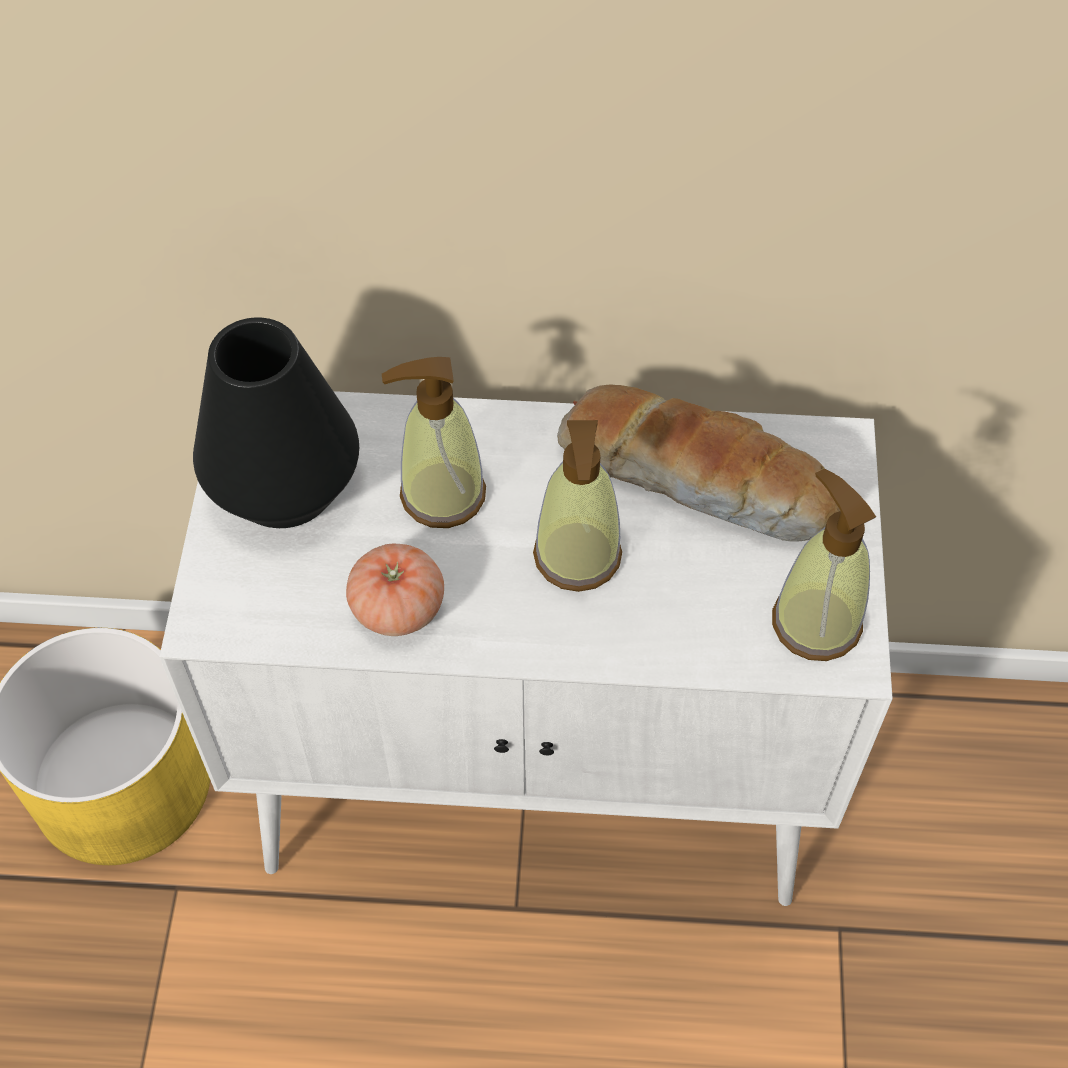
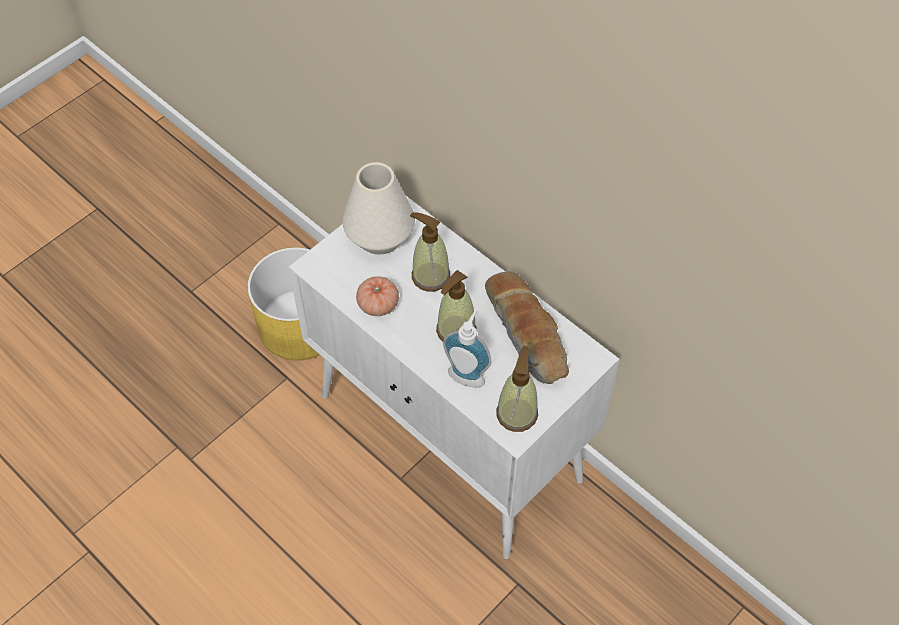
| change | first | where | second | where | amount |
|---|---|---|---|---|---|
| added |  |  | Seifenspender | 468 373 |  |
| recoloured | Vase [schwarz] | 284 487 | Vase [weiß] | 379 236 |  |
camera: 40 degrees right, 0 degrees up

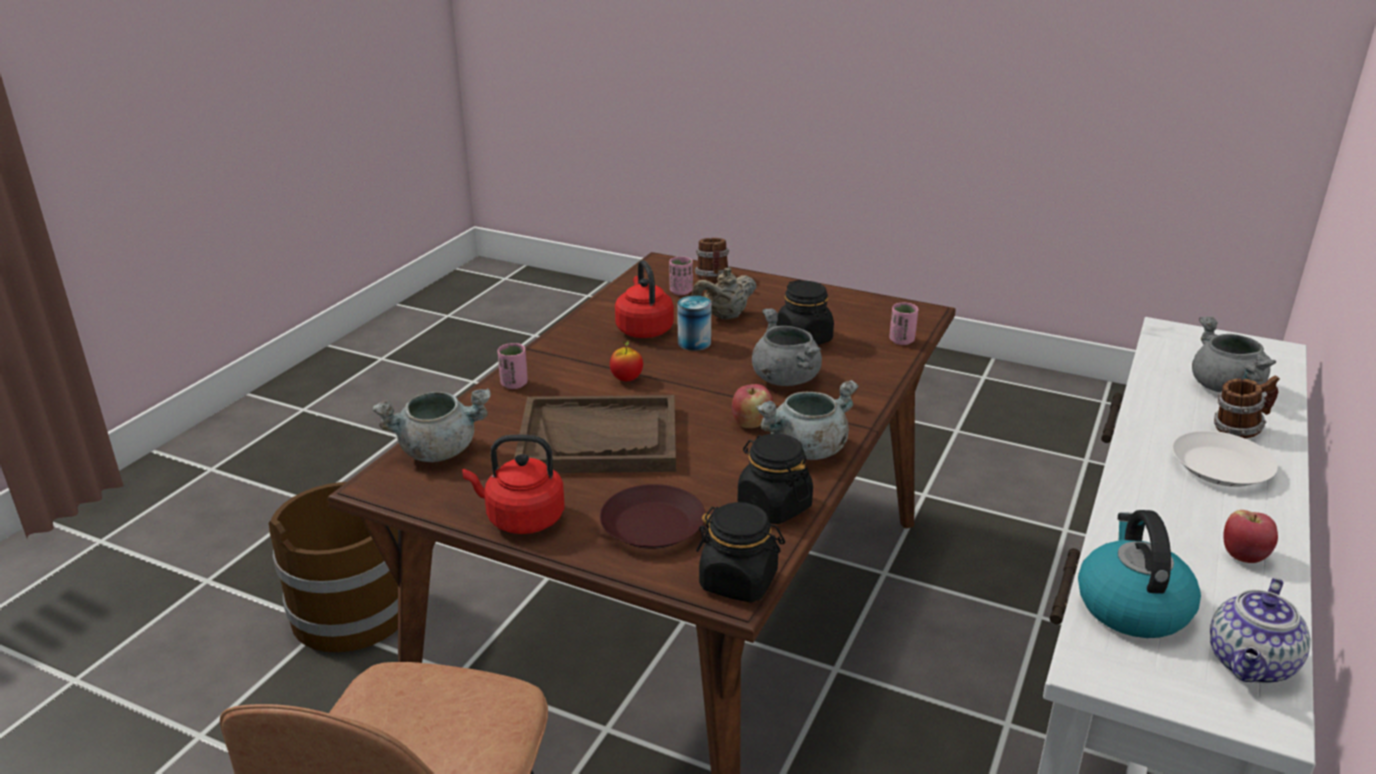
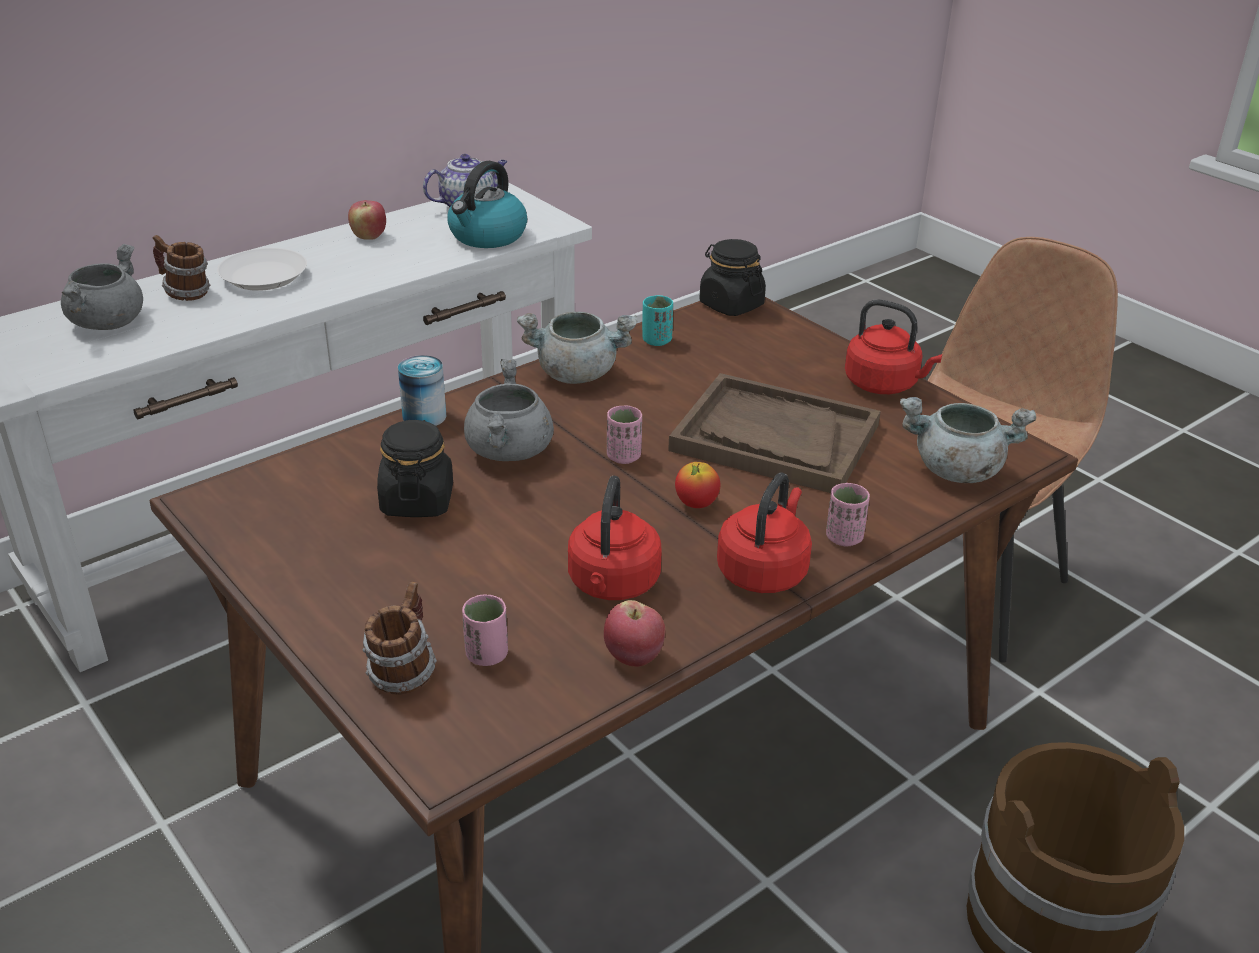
| change | first | where | second | where | amount |
|---|---|---|---|---|---|
| removed | Teller [braun] | 653 525 |  |  |  |
| removed | Teekanne [beige] | 724 316 |  |  |  |
| added |  |  | Wasserkessel [rot] | 764 571 |  |
| moved | Dose | 694 343 |  | 424 416 |  |
| moved | Apfel | 751 423 |  | 634 657 |  |
| moved | Tasse [rosa] | 901 340 |  | 623 456 |  |
| replaced | Vorratsglas [schwarz] | 773 506 | Tasse [türkis] | 656 340 |  |
camera: 155 degrees left, 5 degrees up

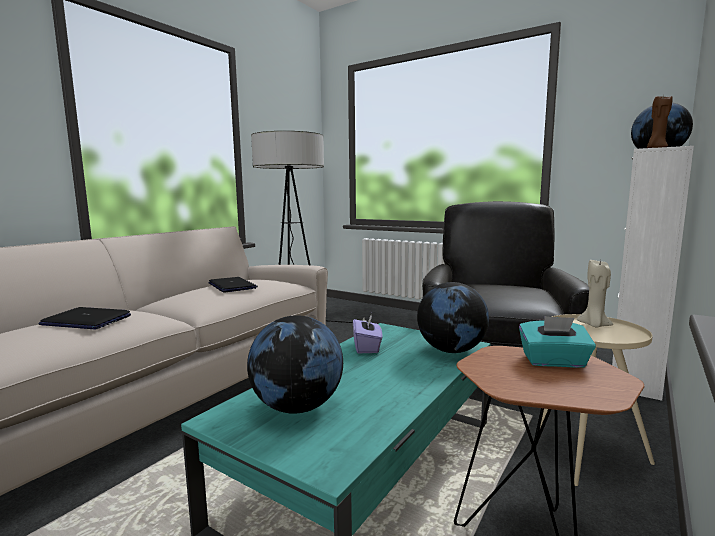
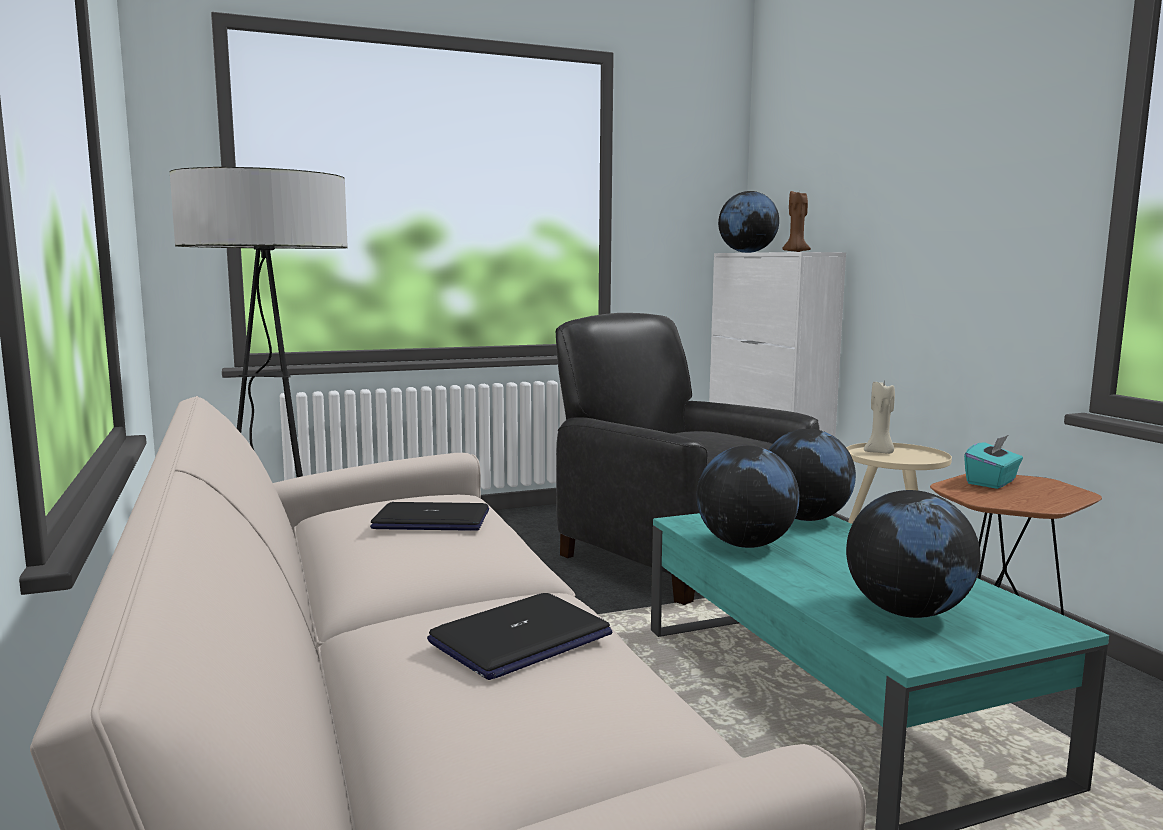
| change | first | where | second | where | amount |
|---|---|---|---|---|---|
| replaced | Taschentuchbox [lila] | 367 347 | Globus | 745 544 |  |
camera: 55 degrees left, 0 degrees up

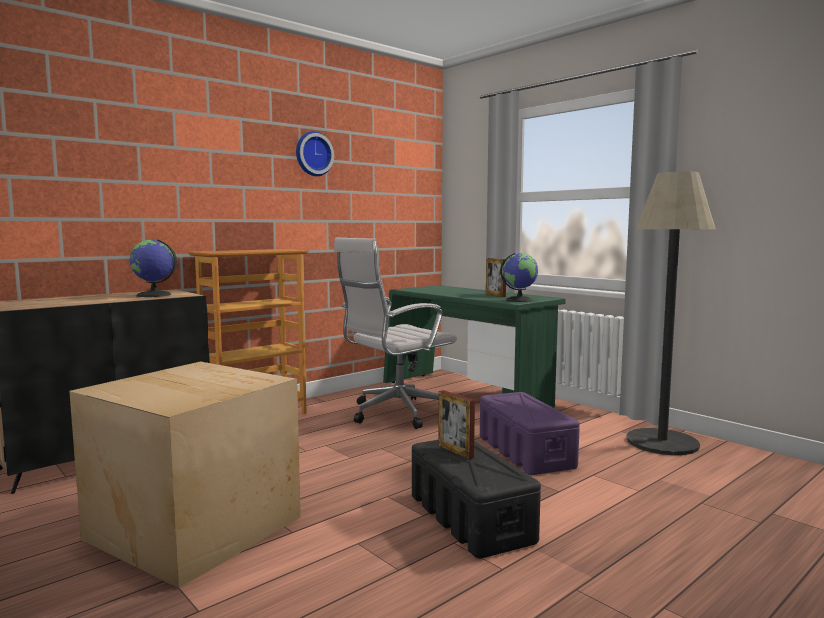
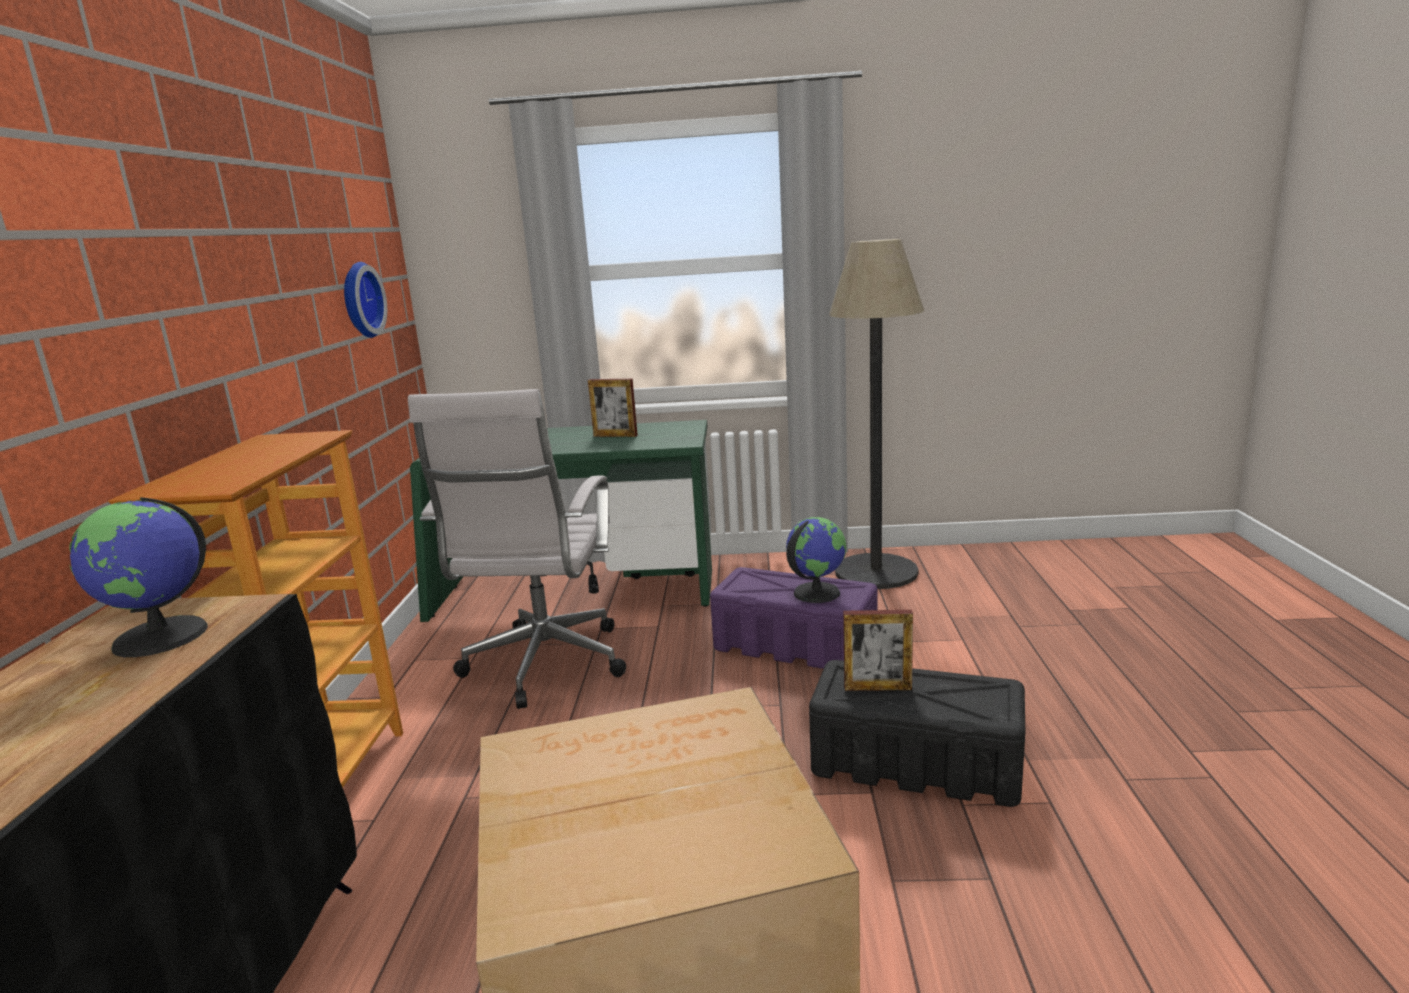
| change | first | where | second | where | amount |
|---|---|---|---|---|---|
| moved | Wanduhr | 313 154 |  | 359 300 |  |
| moved | Globus | 519 300 |  | 816 592 |  |
camera: 45 degrees left, 10 degrees up

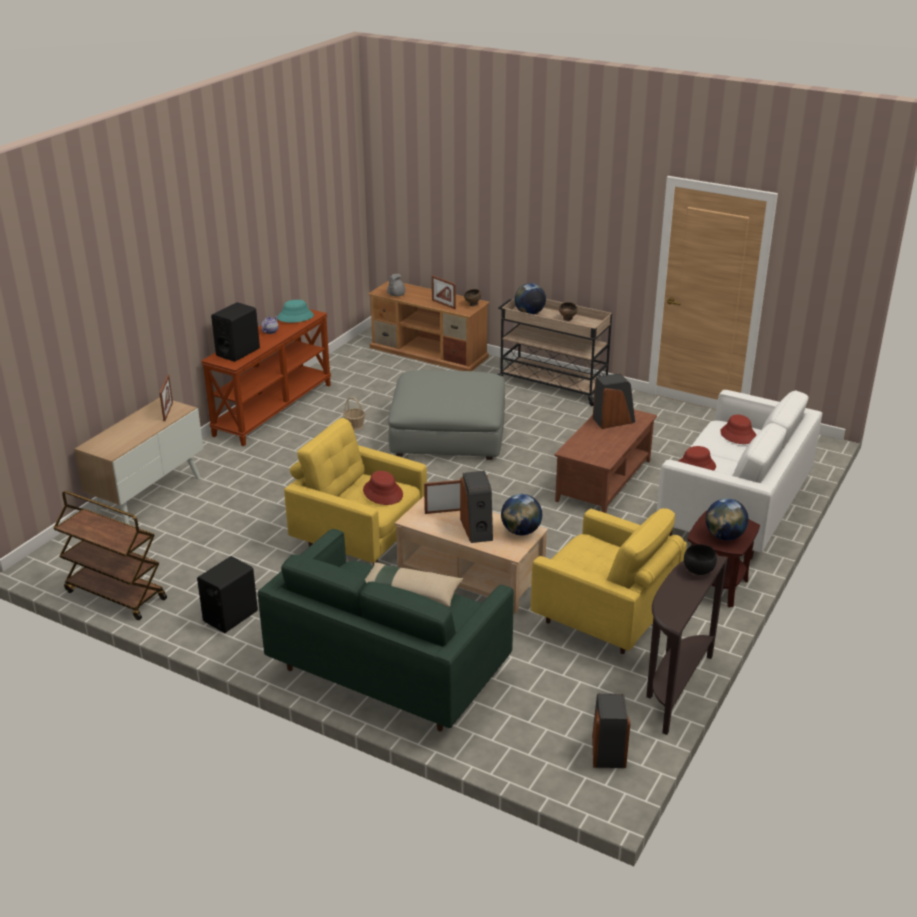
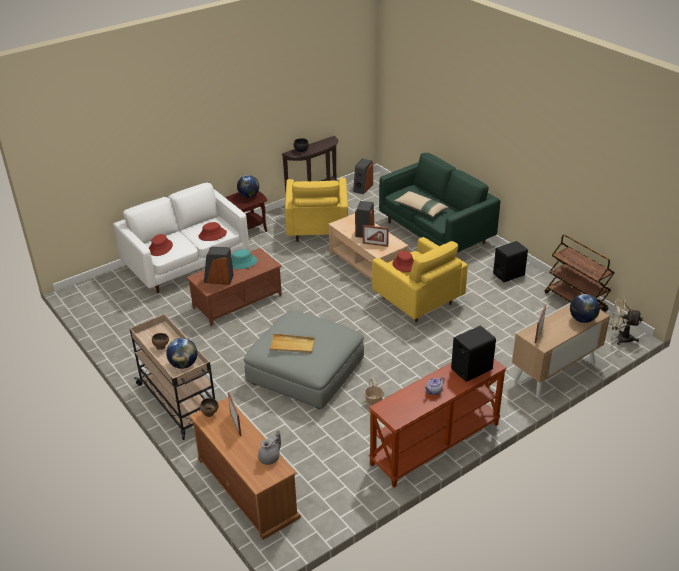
| change | first | where | second | where | amount |
|---|---|---|---|---|---|
| added |  |  | Tablett [beige] | 292 345 |  |
| added |  |  | Ventilator [beige] | 620 338 |  |
| moved | Hut [türkis] | 295 317 |  | 242 262 |  |
| moved | Globus | 521 531 |  | 582 319 |  |
| turned | Sessel [gelb] | 605 618 |  | 317 229 | 150 degrees counterclockwise |
camera: 155 degrees left, 5 degrees up

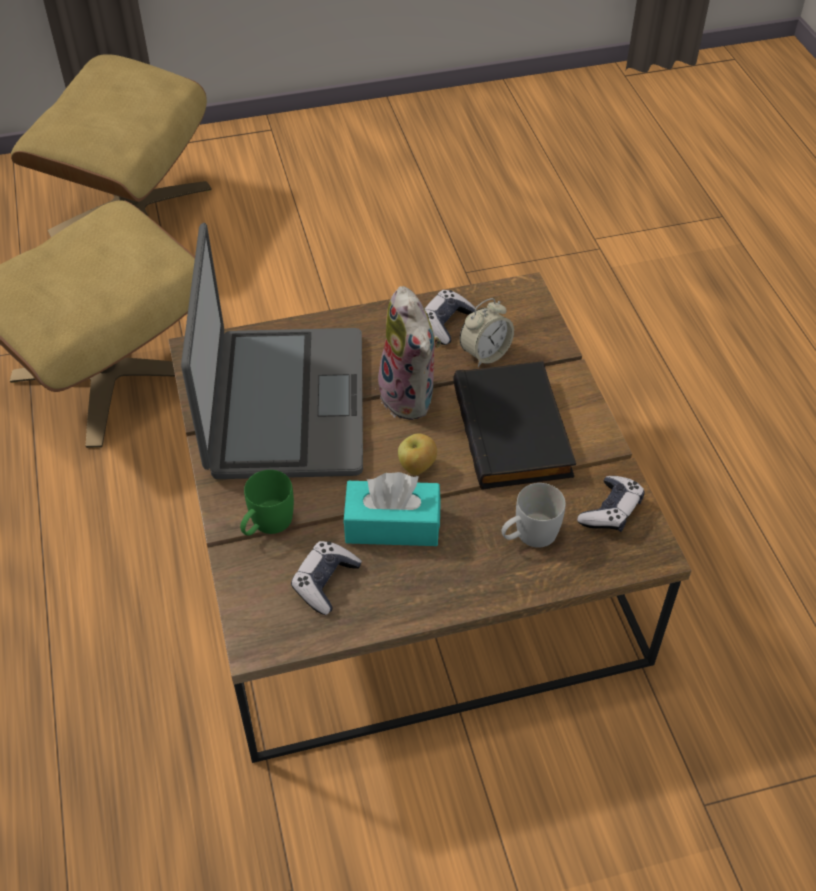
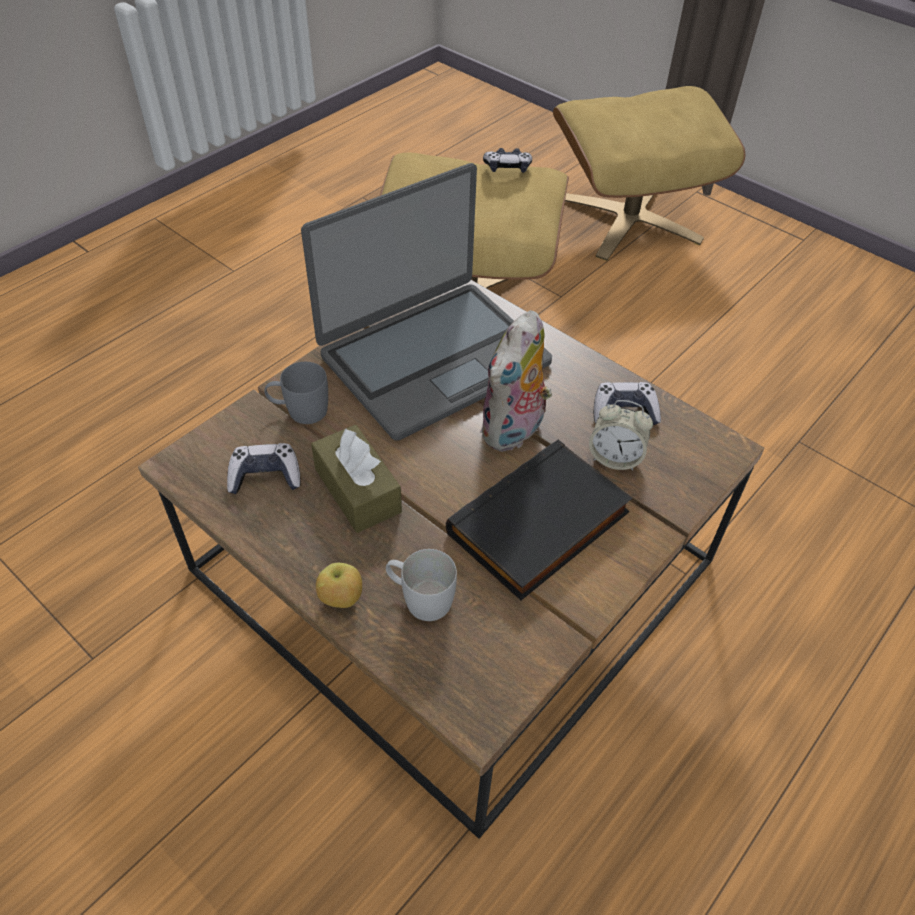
| change | first | where | second | where | amount |
|---|---|---|---|---|---|
| moved | Apfel | 417 467 |  | 341 599 |  |
| moved | Gamepad | 611 511 |  | 507 168 |  |
| recoloured | Henkelbecher [grün] | 266 525 | Henkelbecher [grau] | 299 411 |  |
| recoloured | Taschentuchbox [türkis] | 392 525 | Taschentuchbox [braun] | 357 490 |  |
camera: 55 degrees right, 0 degrees up

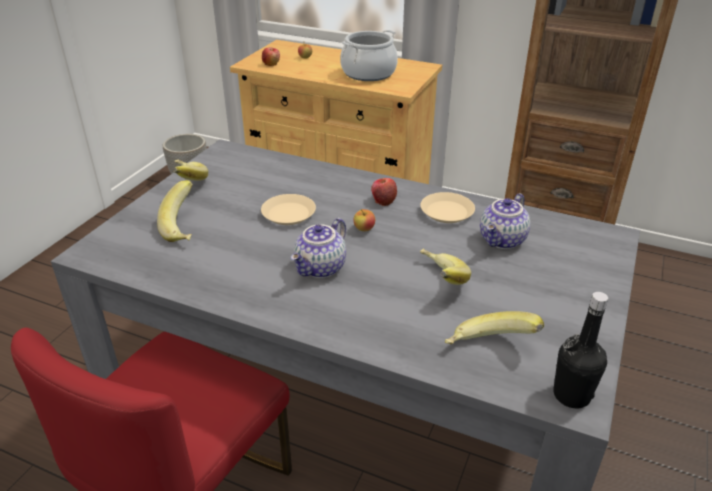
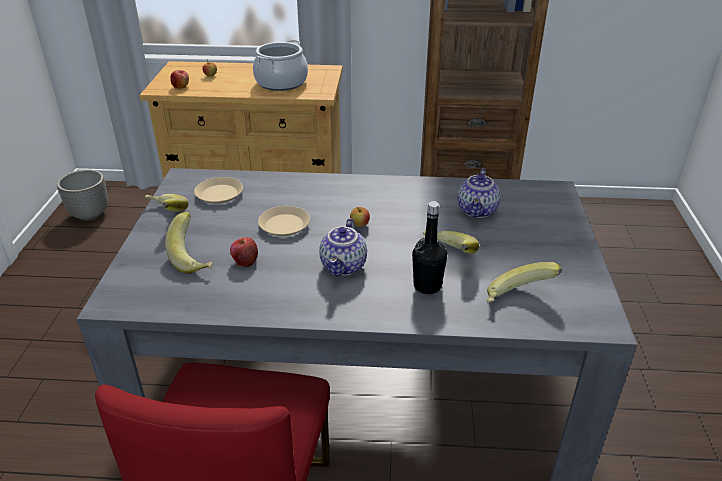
| change | first | where | second | where | amount |
|---|---|---|---|---|---|
| moved | Apfel | 383 200 |  | 245 261 |  |
| moved | Teller [beige] | 446 212 |  | 219 194 |  |
| moved | Flasche [schwarz] | 571 395 |  | 427 286 |  |
camera: 20 degrees left, 0 degrees up

